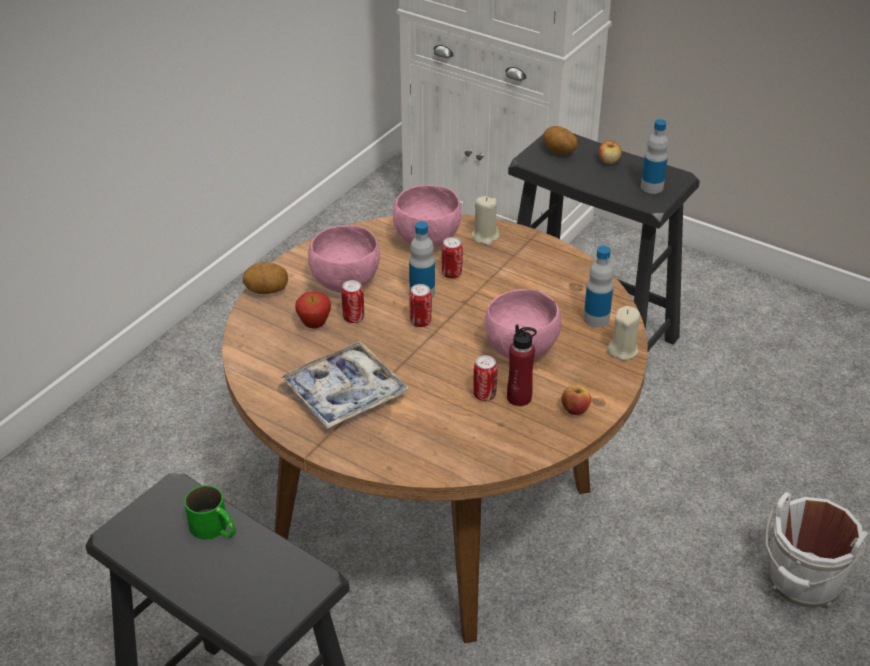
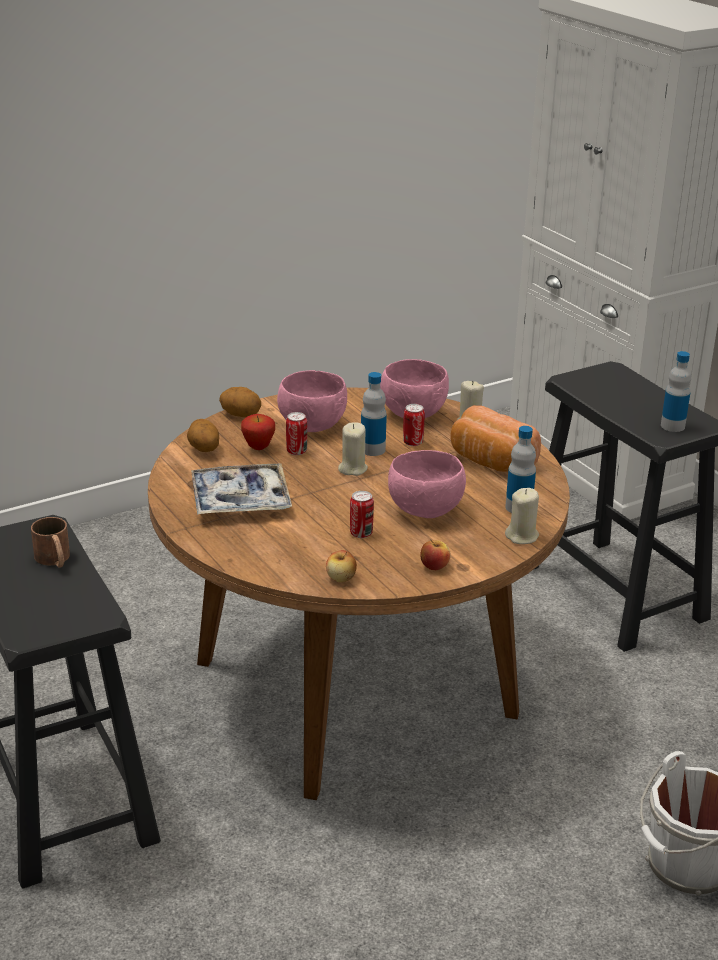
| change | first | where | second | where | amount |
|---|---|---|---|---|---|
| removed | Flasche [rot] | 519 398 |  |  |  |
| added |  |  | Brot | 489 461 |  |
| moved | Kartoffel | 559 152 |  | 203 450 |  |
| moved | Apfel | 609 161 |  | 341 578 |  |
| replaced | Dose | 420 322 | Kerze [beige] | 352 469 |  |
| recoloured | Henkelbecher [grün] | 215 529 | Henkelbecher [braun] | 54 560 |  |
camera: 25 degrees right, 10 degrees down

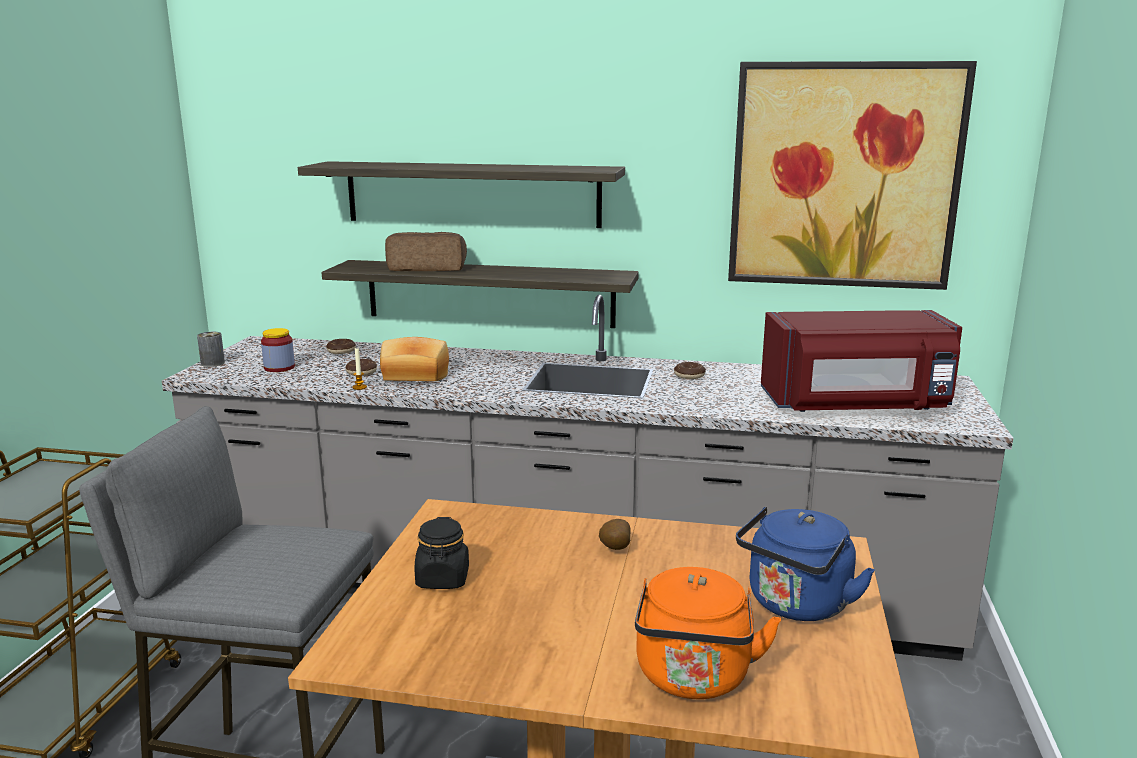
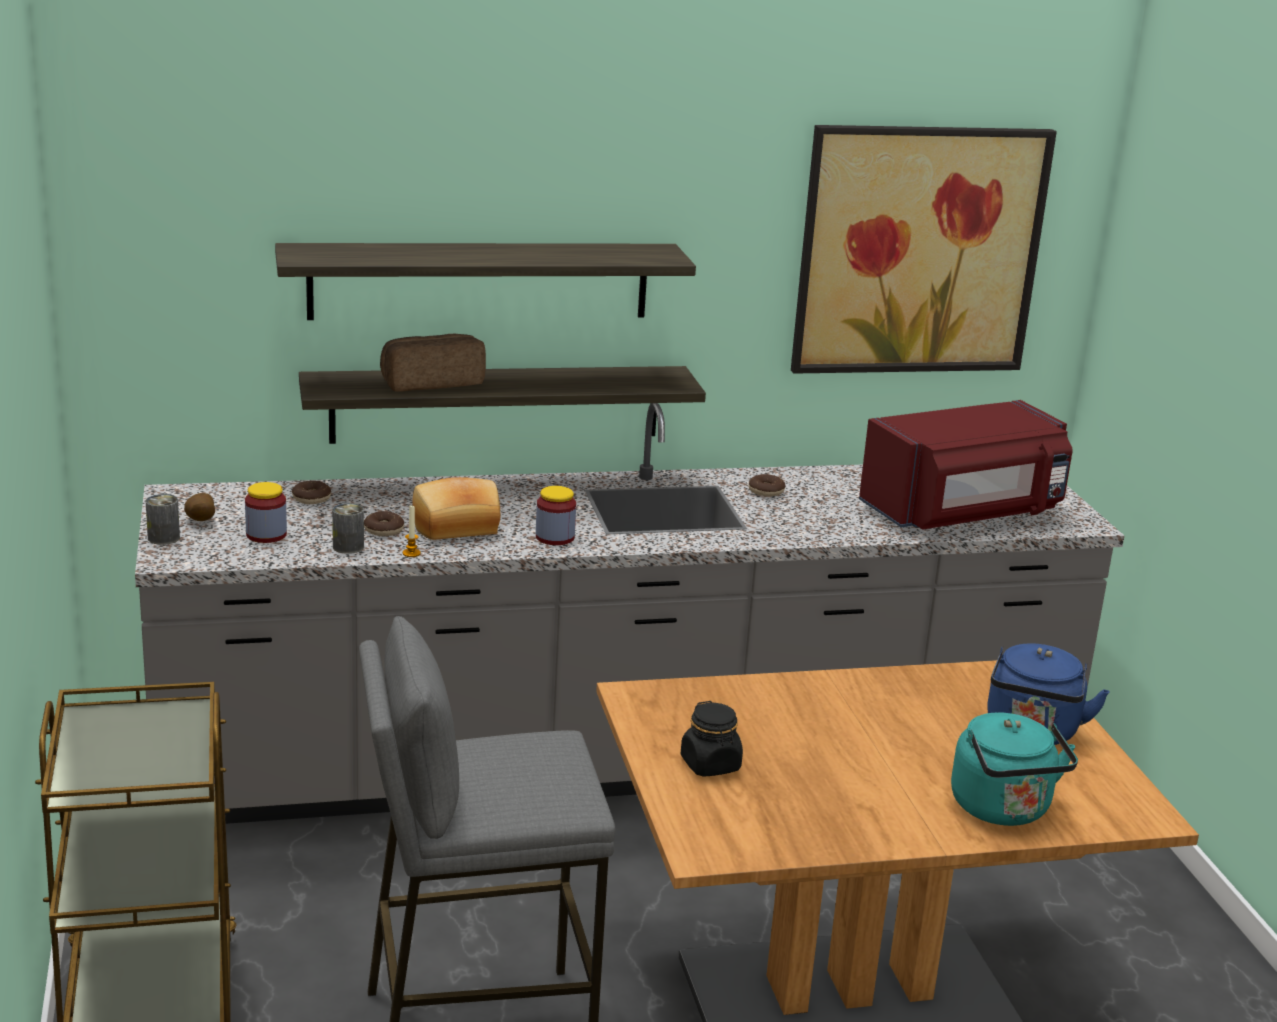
| change | first | where | second | where | amount |
|---|---|---|---|---|---|
| added |  |  | Dose | 348 547 |  |
| added |  |  | Vorratsglas | 555 537 |  |
| moved | Kartoffel | 614 549 |  | 200 521 |  |
| recoloured | Wasserkessel [orange] | 693 679 | Wasserkessel [türkis] | 1003 810 |  |
camera: 25 degrees left, 5 degrees up

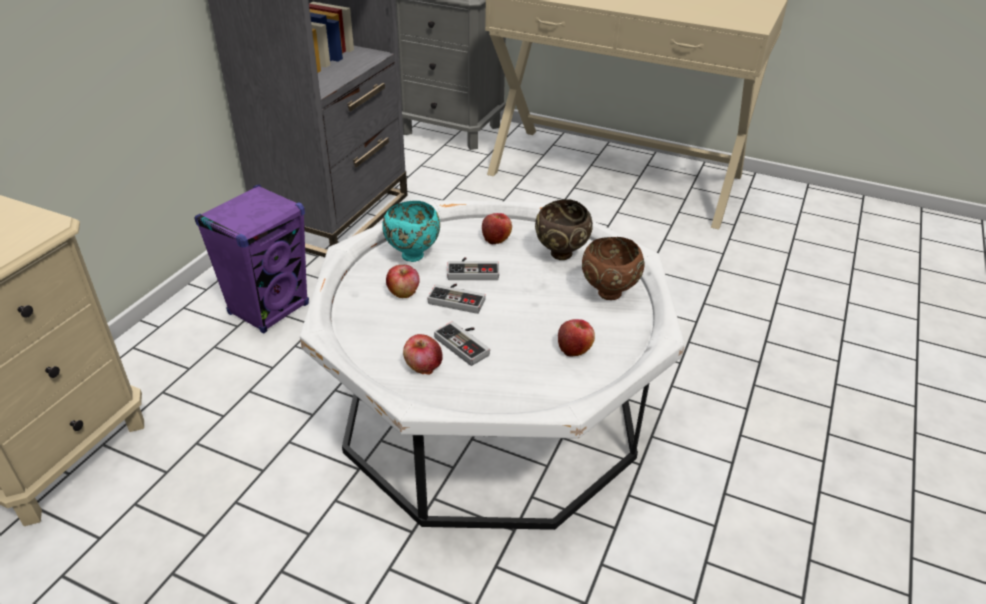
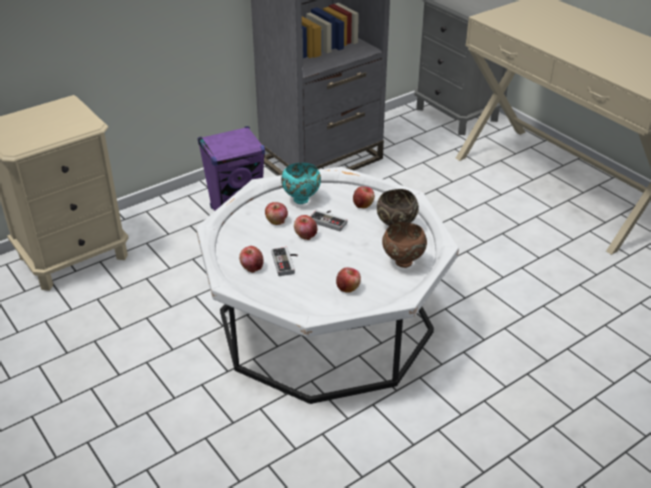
| change | first | where | second | where | amount |
|---|---|---|---|---|---|
| replaced | Gamepad | 458 299 | Apfel | 305 235 |  |
camera: 30 degrees right, 0 degrees up

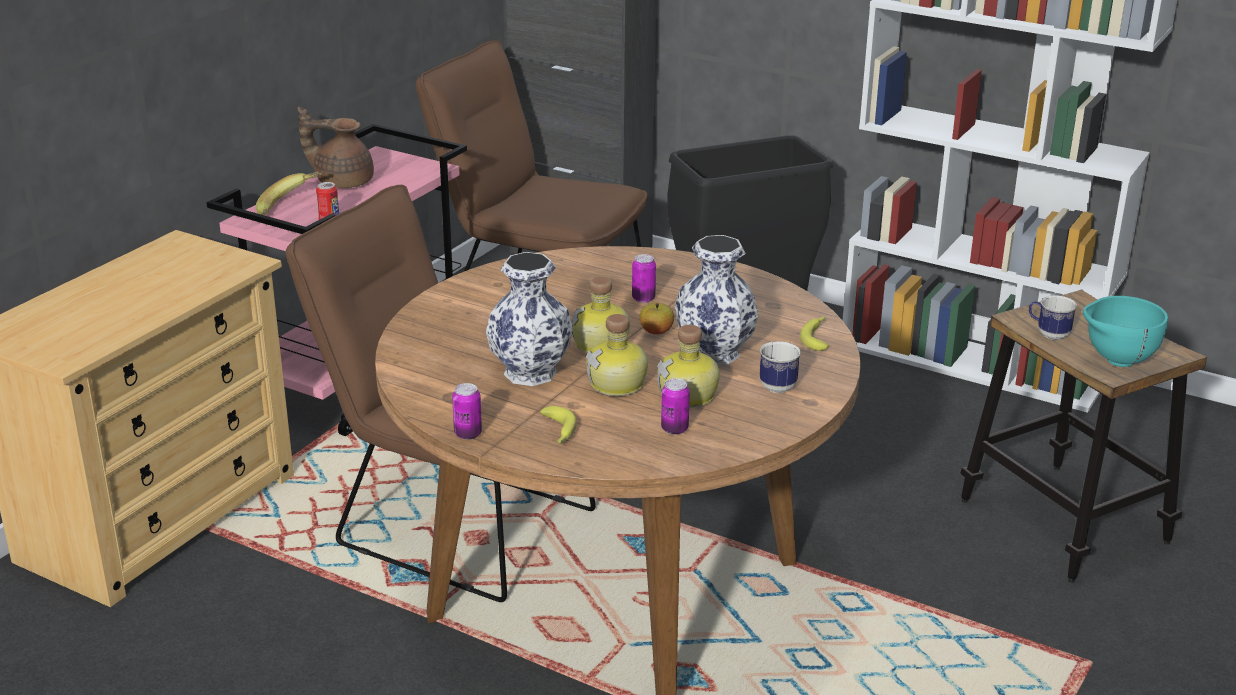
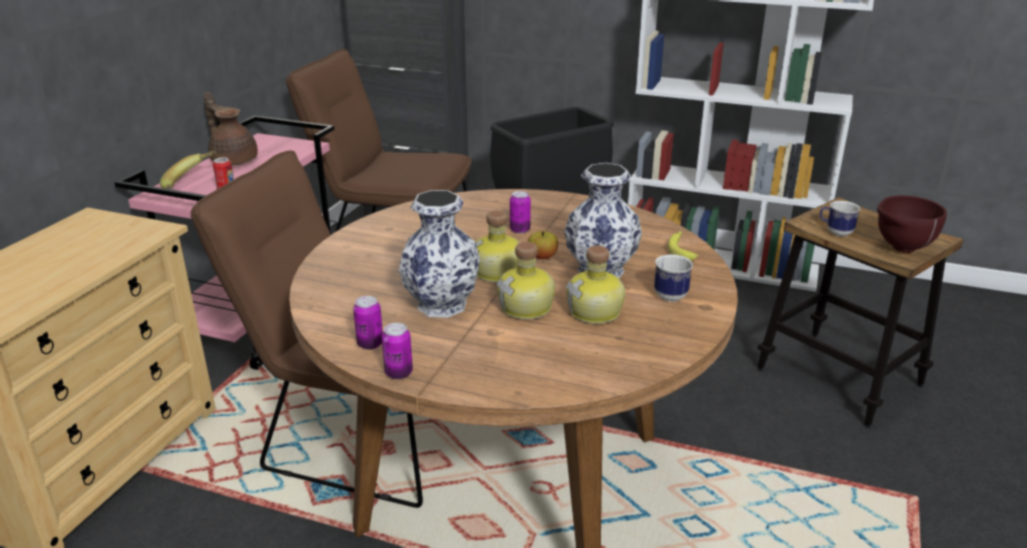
| change | first | where | second | where | amount |
|---|---|---|---|---|---|
| removed | Banane | 558 432 |  |  |  |
| moved | Dose | 674 429 |  | 370 344 |  |
| recoloured | Schüssel [türkis] | 1116 361 | Schüssel [braun] | 900 248 |  |
| turned | Teekanne [braun] | 342 181 |  | 233 160 | 45 degrees clockwise |
camera: 10 degrees left, 0 degrees up

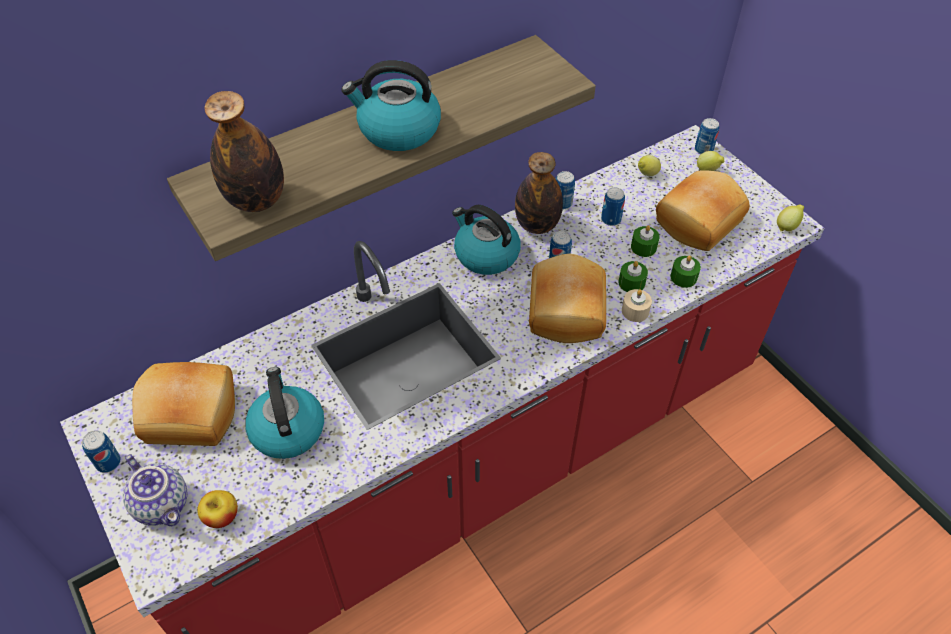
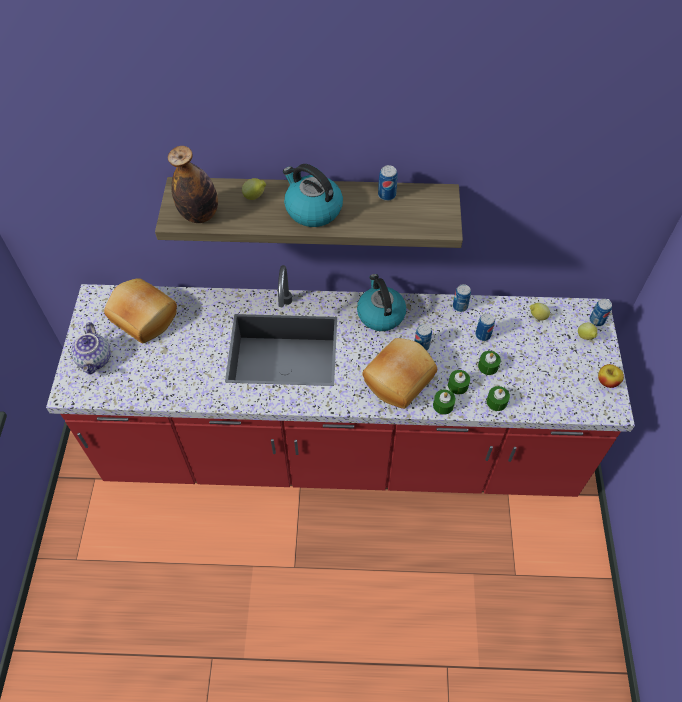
| change | first | where | second | where | amount |
|---|---|---|---|---|---|
| removed | Wasserkessel | 287 429 |  |  |  |
| removed | Flasche | 537 225 |  |  |  |
| removed | Brot | 696 220 |  |  |  |
| moved | Dose | 108 462 |  | 387 195 |  |
| moved | Apfel | 221 517 |  | 607 381 |  |
| moved | Zitrone | 787 226 |  | 255 196 |  |
| recoloured | Kerze [beige] | 635 311 | Kerze [grün] | 443 405 |  |
camera: 35 degrees right, 5 degrees up

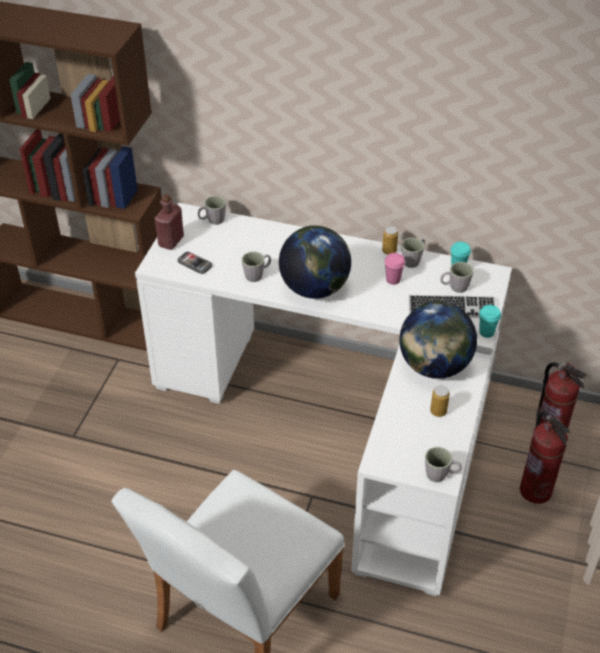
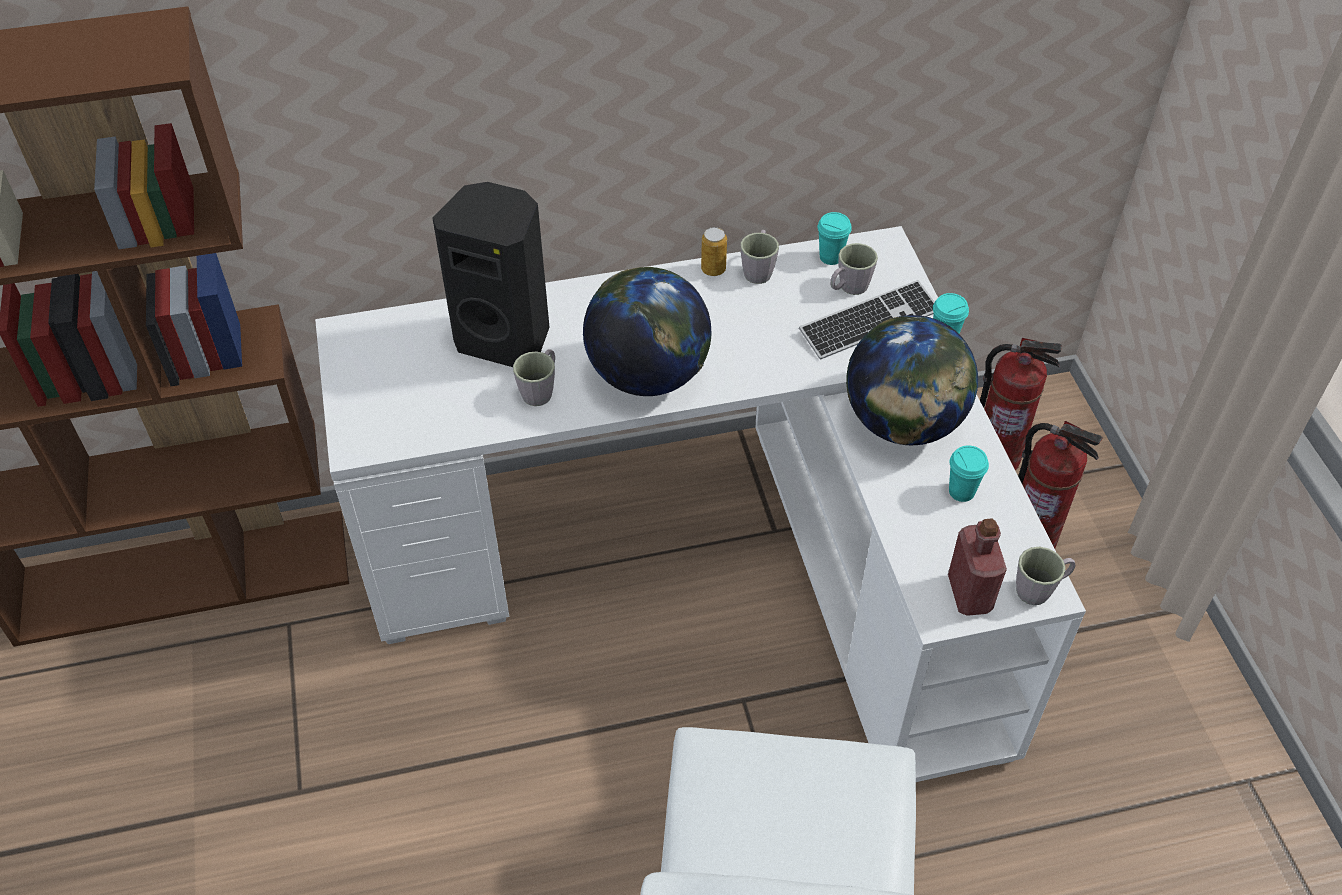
| change | first | where | second | where | amount |
|---|---|---|---|---|---|
| removed | Handy | 194 264 |  |  |  |
| removed | Henkelbecher [grau] | 212 220 |  |  |  |
| removed | Tasse [rosa] | 393 280 |  |  |  |
| added |  |  | Lautsprecher [schwarz] | 506 338 |  |
| moved | Flasche [rot] | 171 241 |  | 969 593 |  |
| replaced | Dose | 438 411 | Tasse [türkis] | 961 491 |  |
camera: 30 degrees left, 5 degrees up

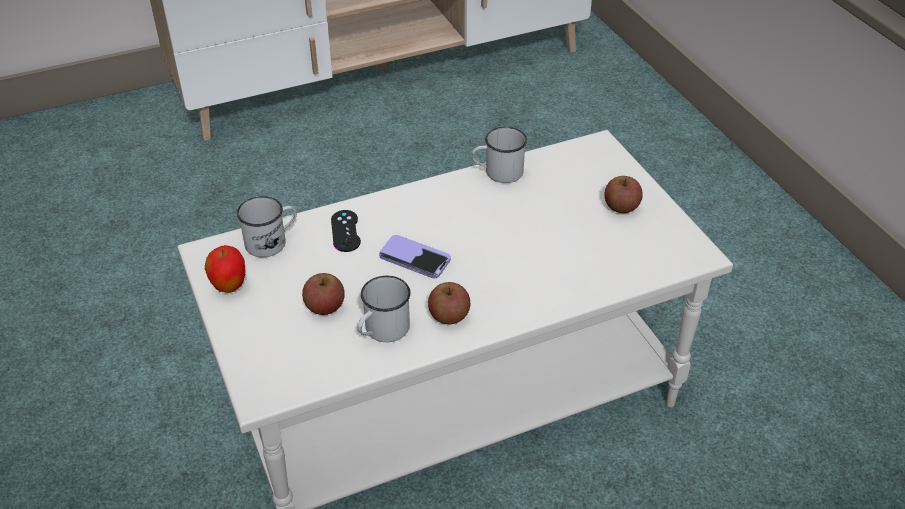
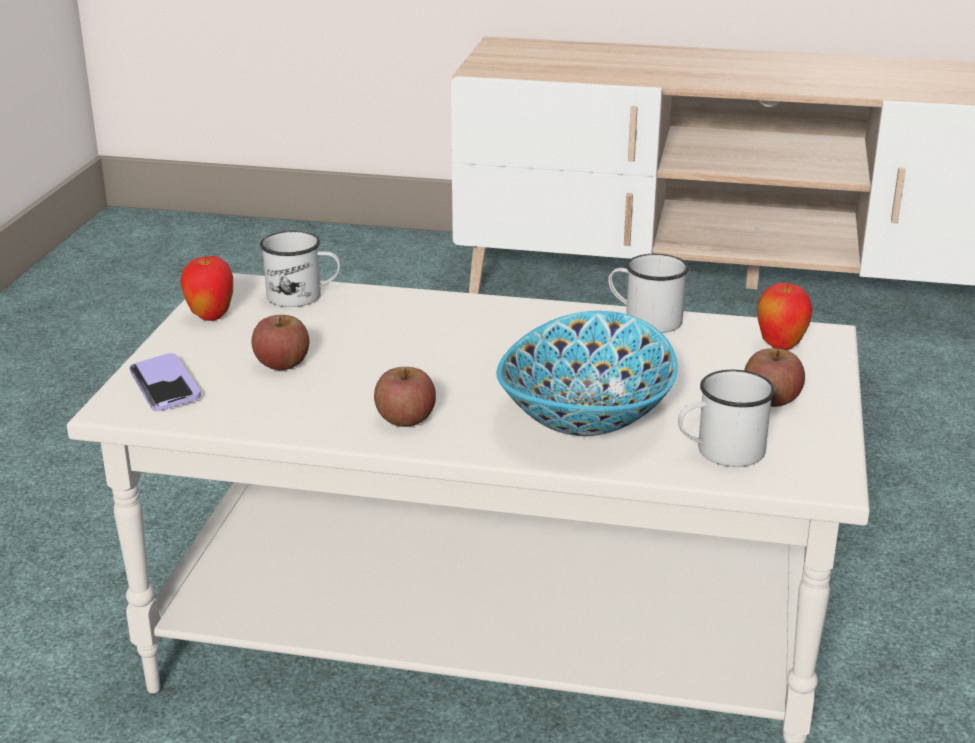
| change | first | where | second | where | amount |
|---|---|---|---|---|---|
| removed | Gamepad [schwarz] | 345 231 |  |  |  |
| added |  |  | Schüssel | 587 416 |  |
| added |  |  | Apfel | 780 346 |  |
| moved | Henkelbecher [weiß] | 382 331 |  | 720 452 |  |
| moved | Handy | 414 258 |  | 165 385 |  |
camera: 35 degrees right, 15 degrees down

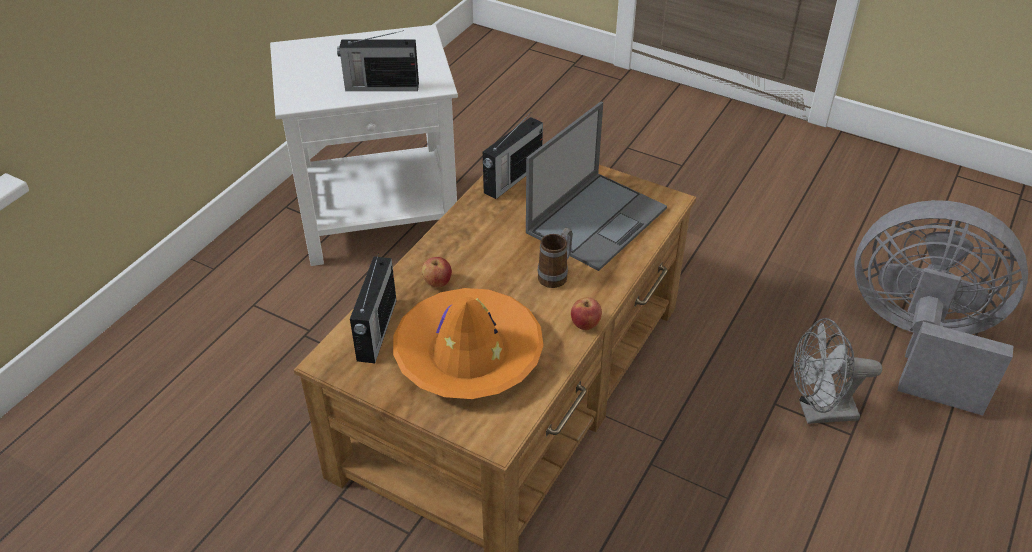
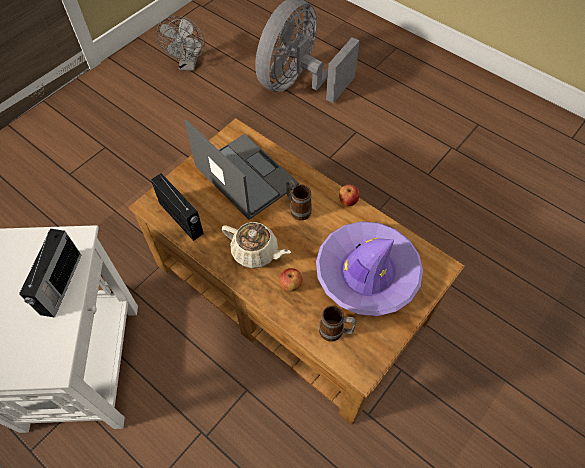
| change | first | where | second | where | amount |
|---|---|---|---|---|---|
| added |  |  | Teekanne [beige] | 256 252 |  |
| moved | Ventilator [grau] | 819 412 |  | 188 65 |  |
| replaced | Radio | 376 331 | Henkelbecher | 335 332 |  |
| recoloured | Hut [orange] | 468 354 | Hut [lila] | 367 273 |  |
camera: 80 degrees left, 15 degrees up

